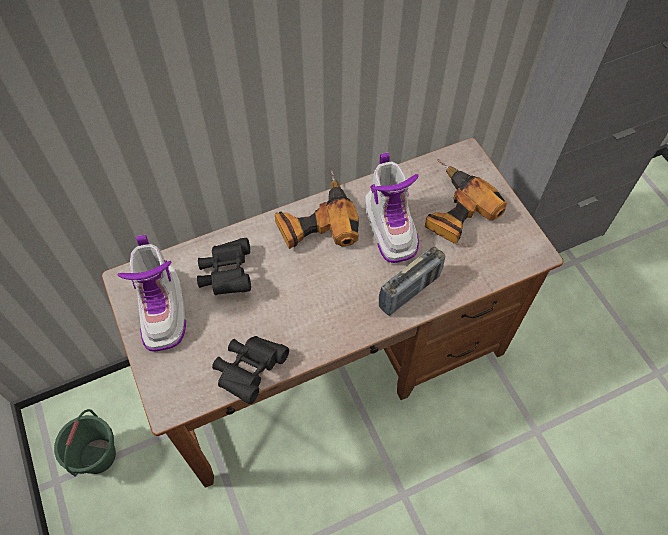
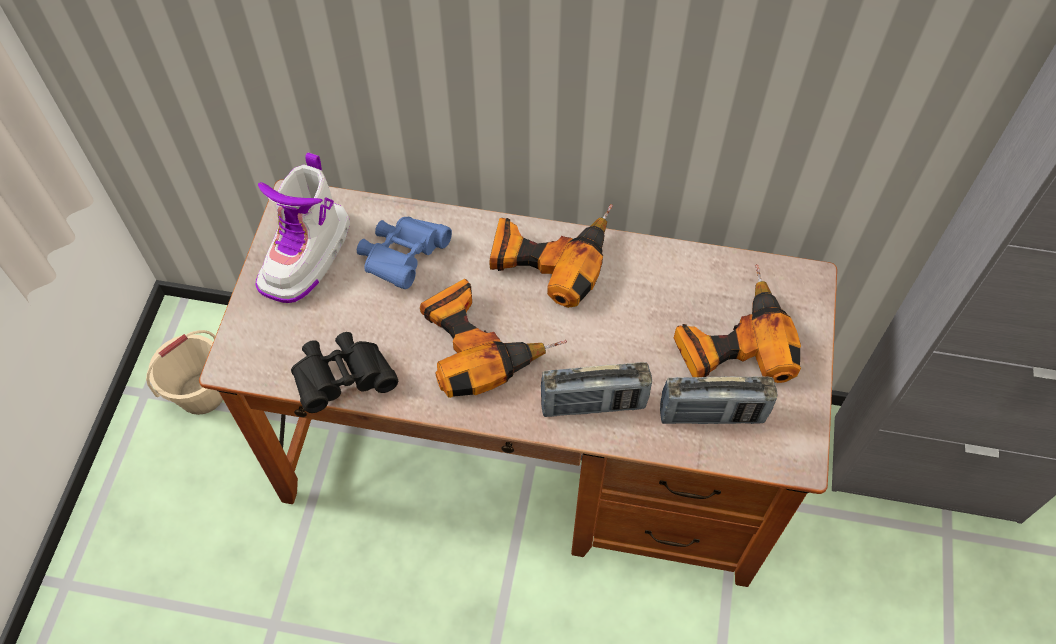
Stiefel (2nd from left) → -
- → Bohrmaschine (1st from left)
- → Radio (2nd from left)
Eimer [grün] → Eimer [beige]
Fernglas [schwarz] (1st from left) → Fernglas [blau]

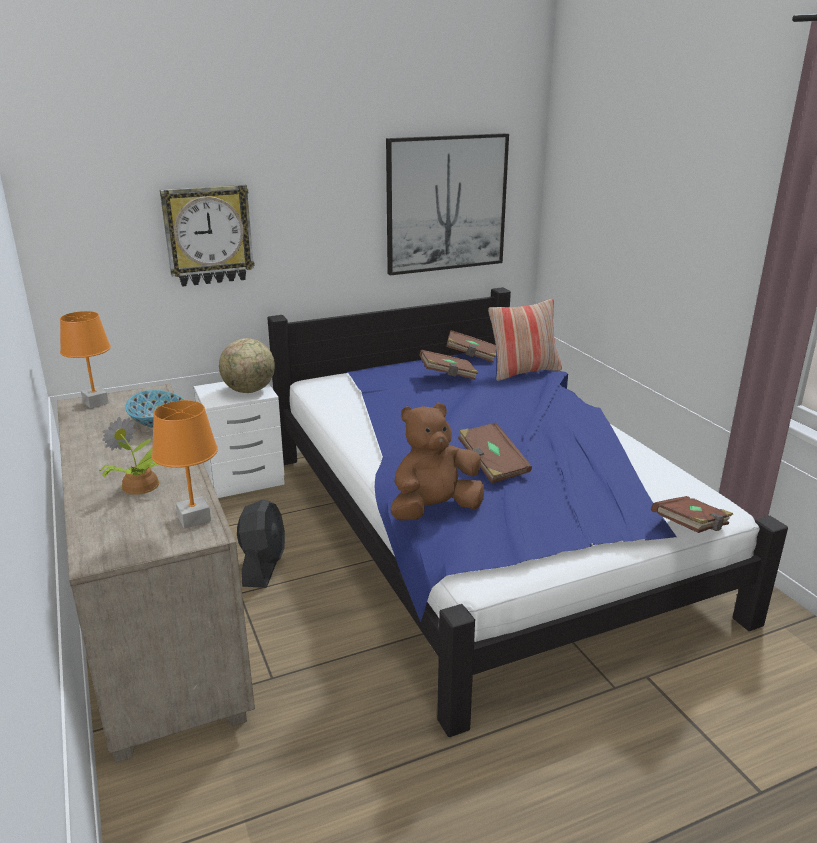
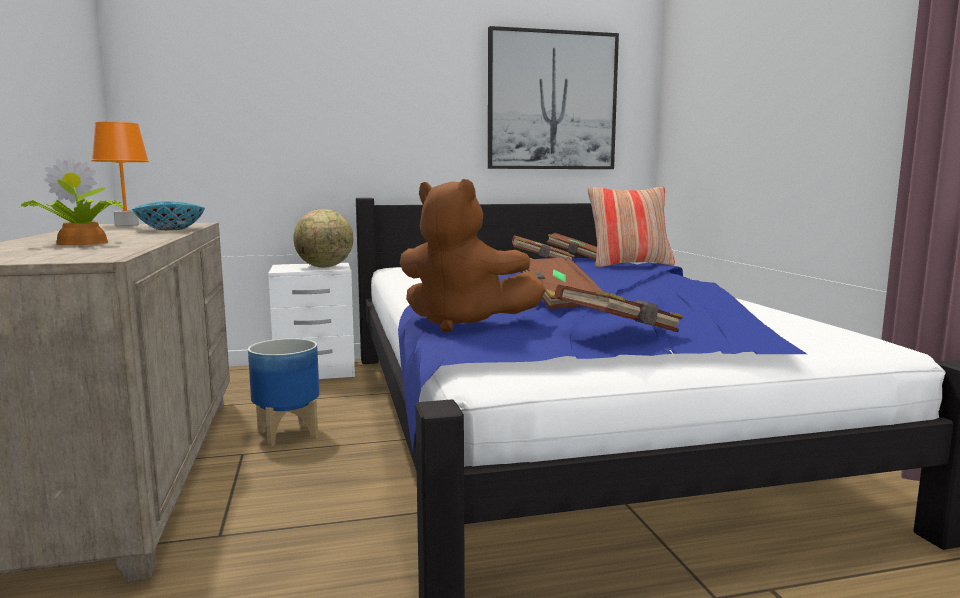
Tischlampe [orange] (2nd from left) → -
Wanduhr → -
Buch [braun] (4th from left), move
Ventilator [schwarz] → Pflanzkübel
Plüschtier [braun], 135 degrees counterclockwise

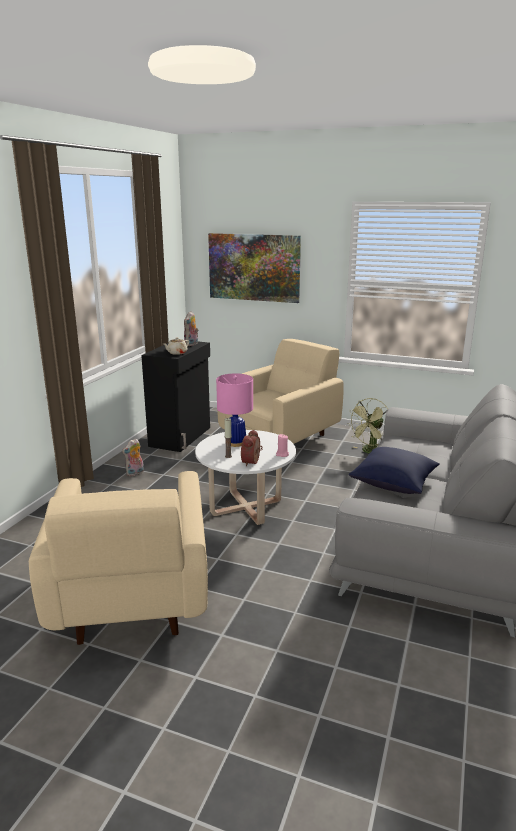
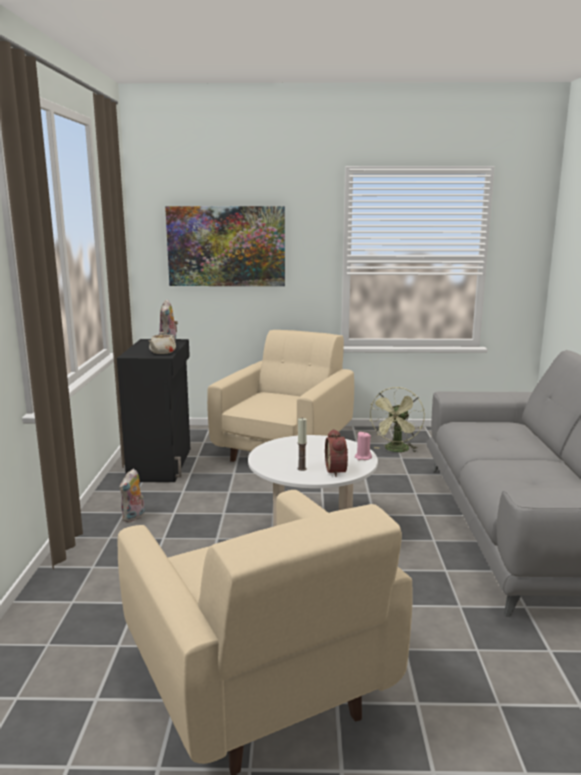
Tischlampe [rosa] → -
Kissen [blau] → -

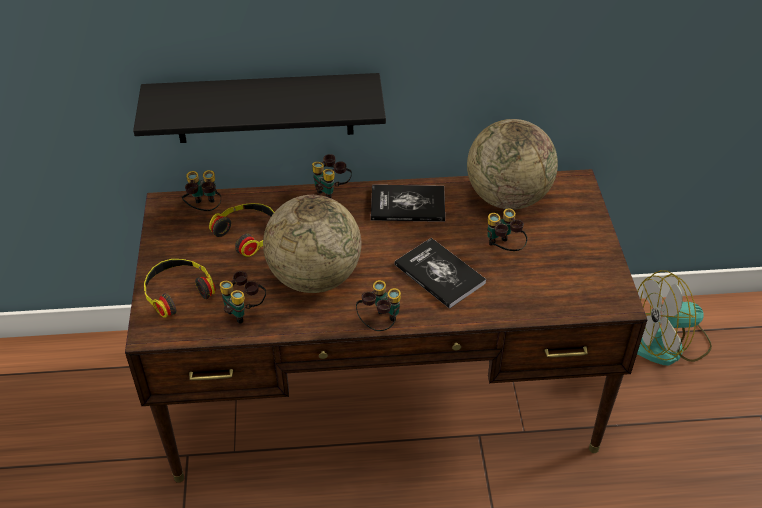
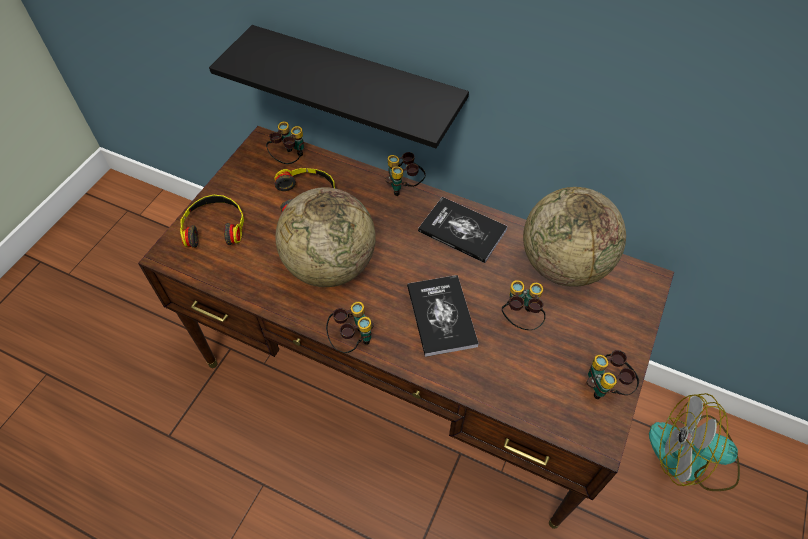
Fernglas (2nd from left in the first image) → Fernglas (5th from left), move

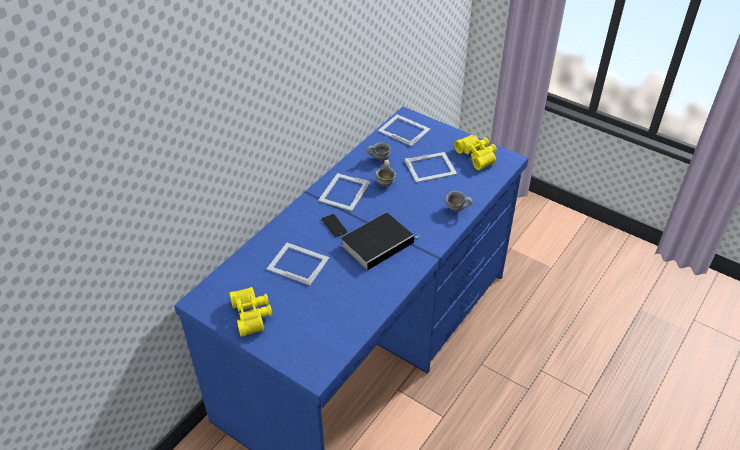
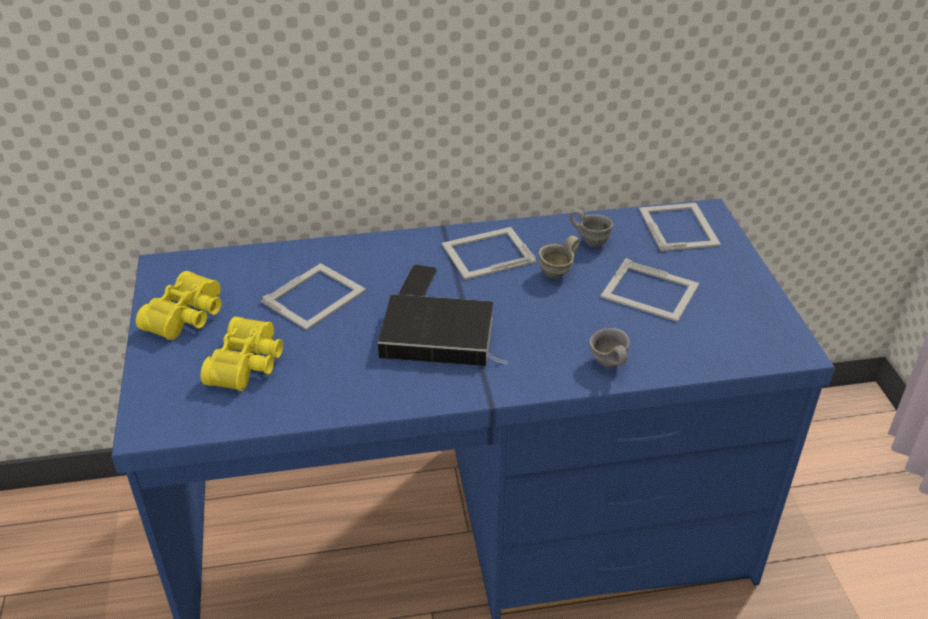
Fernglas [gelb] (2nd from left), move
Bilderrahmen (1st from left), 60 degrees clockwise

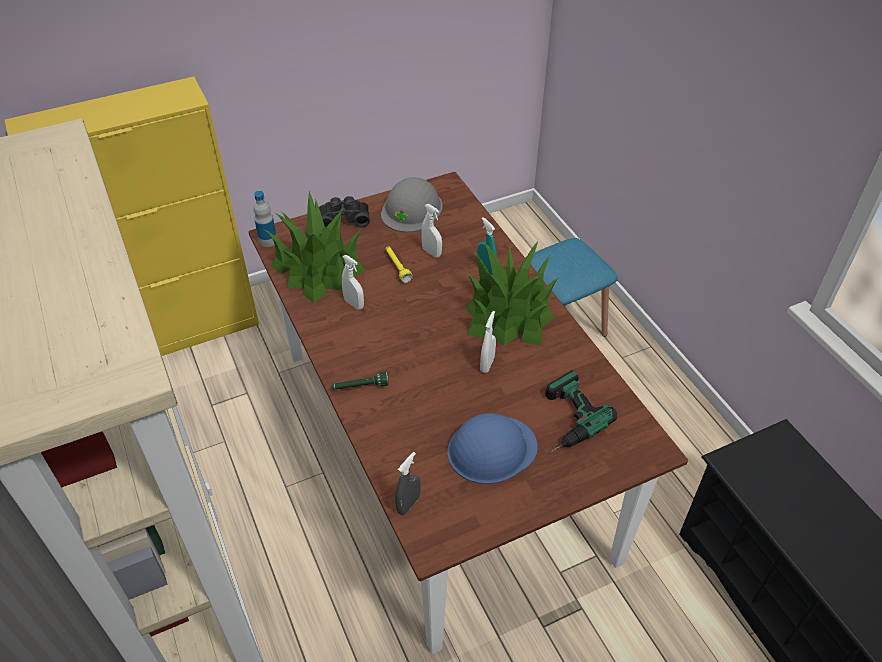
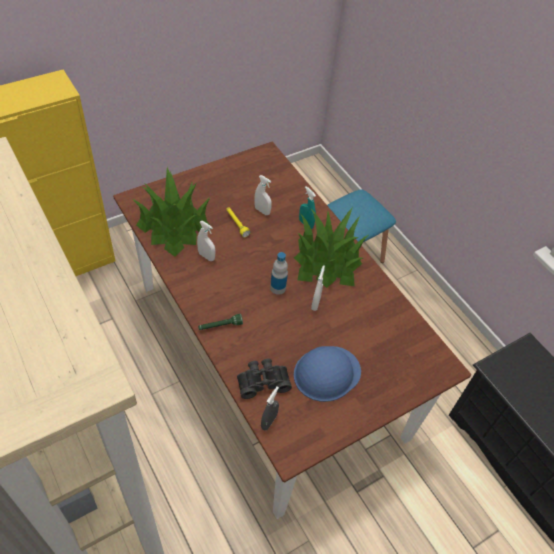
Schutzhelm [grau] → -
Bohrmaschine → -
Flasche, move
Fernglas [schwarz], move

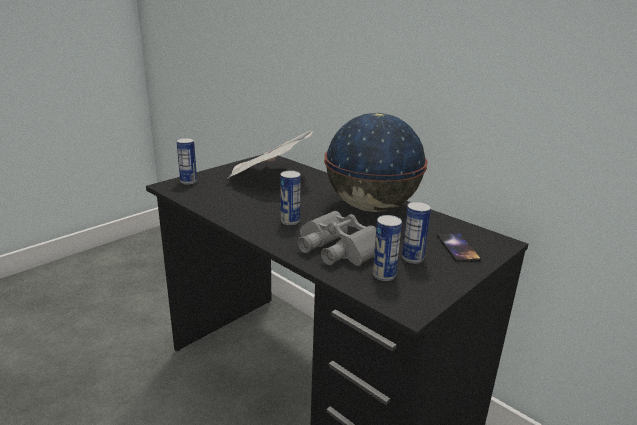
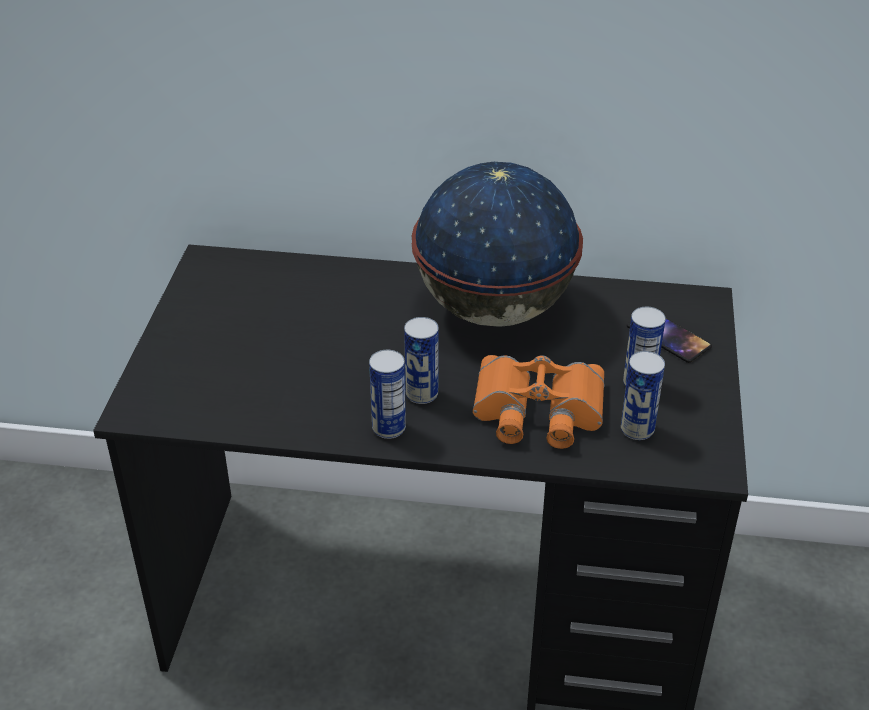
Zeitung → -
Dose (1st from left), move
Fernglas [grau] → Fernglas [orange]

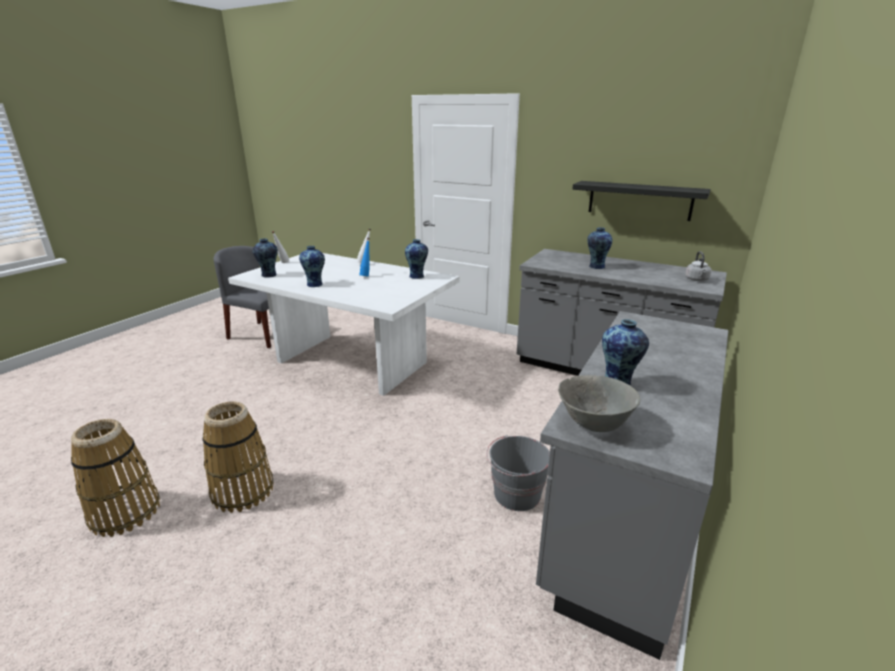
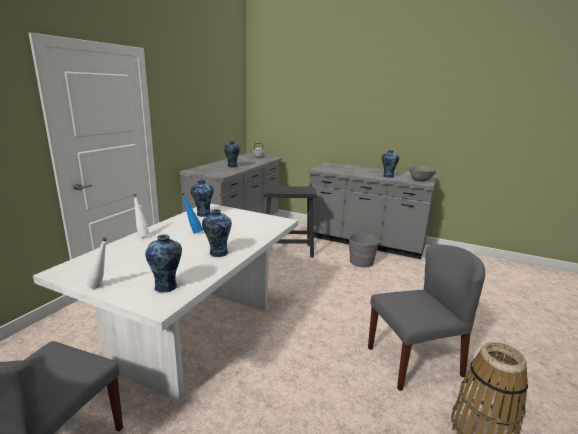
Wandregal [schwarz] → -
- → Hocker [schwarz]
Korb (2nd from left) → Stuhl [grau] (2nd from left)

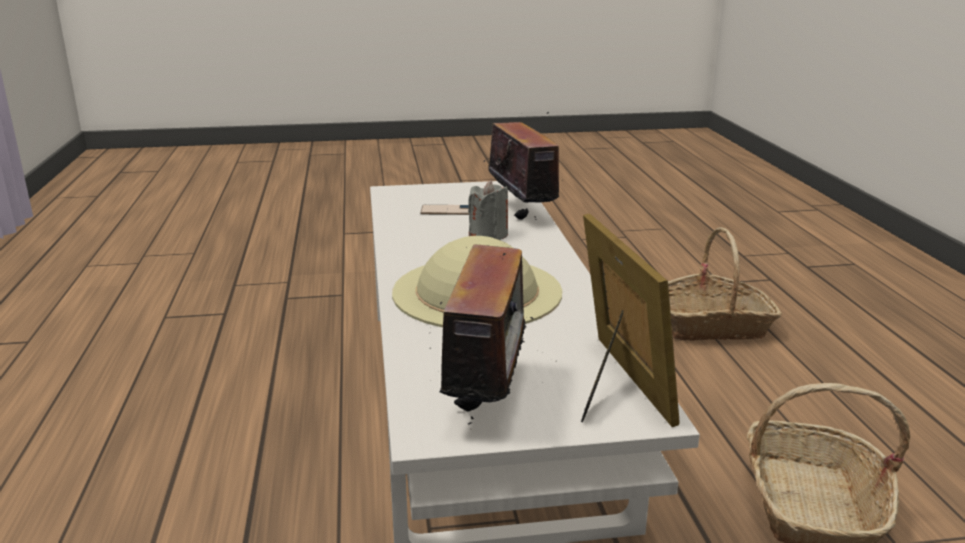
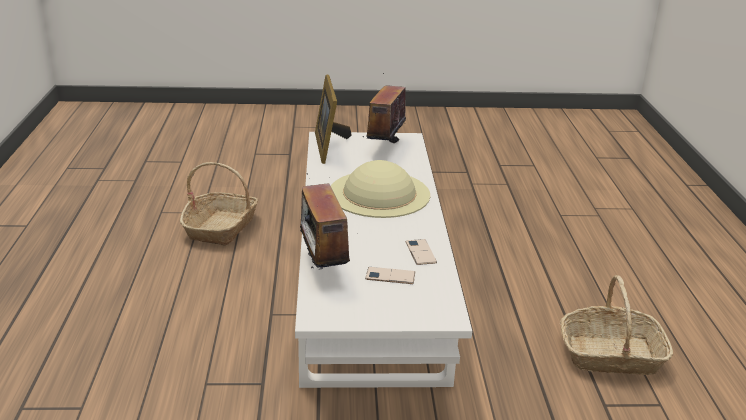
Kerze [grau] → -
- → Handy (2nd from left)
Korb (1st from left in the first image) → Korb (2nd from left), move

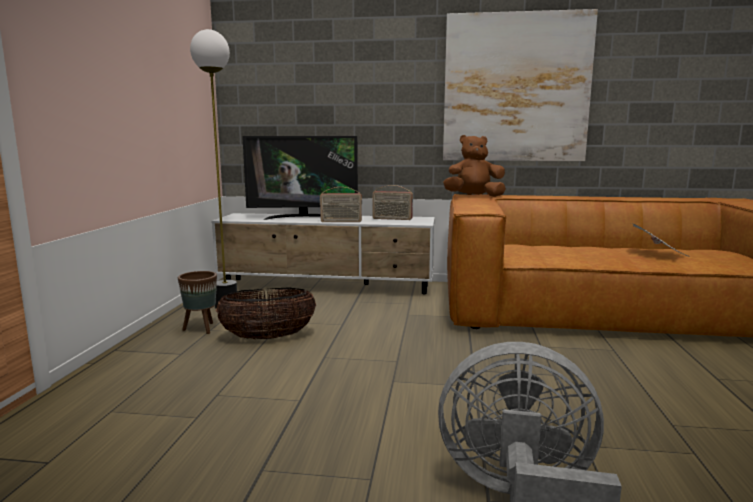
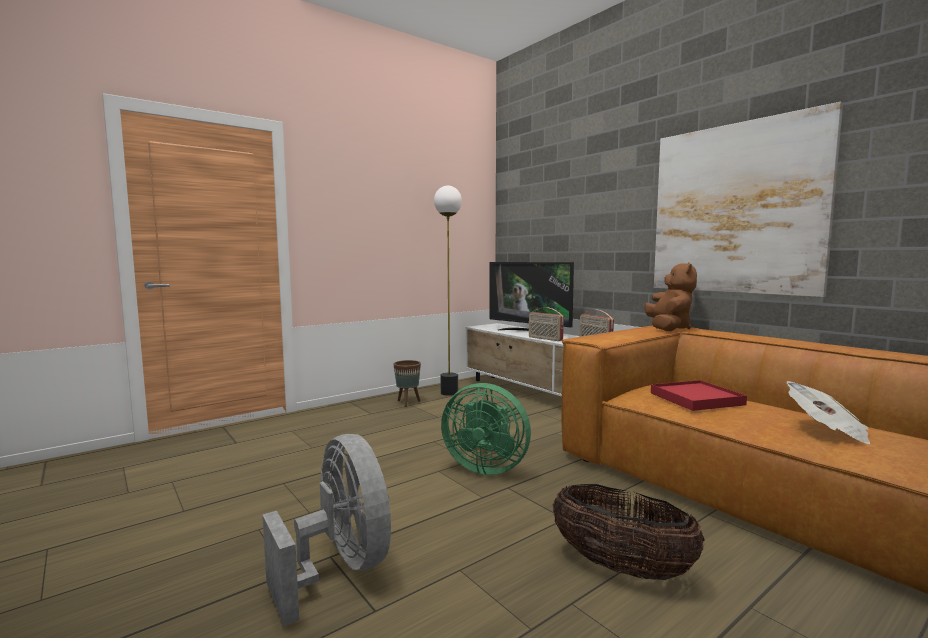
- → Ventilator [grün]
- → Tablett [rot]
Korb, move
Plüschtier [braun], 60 degrees clockwise

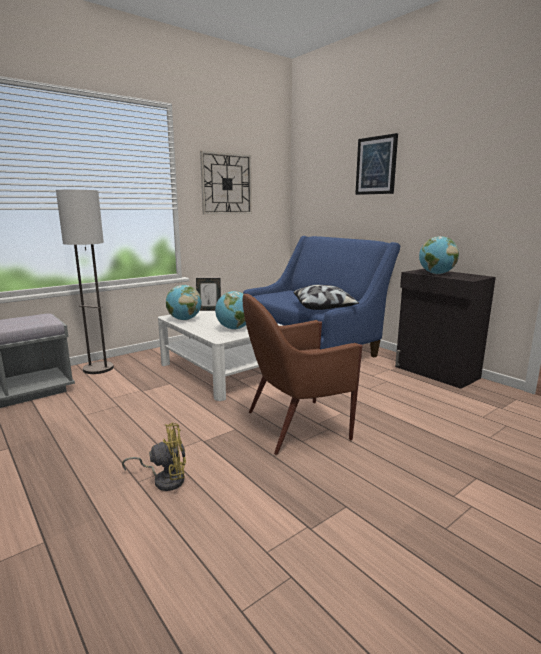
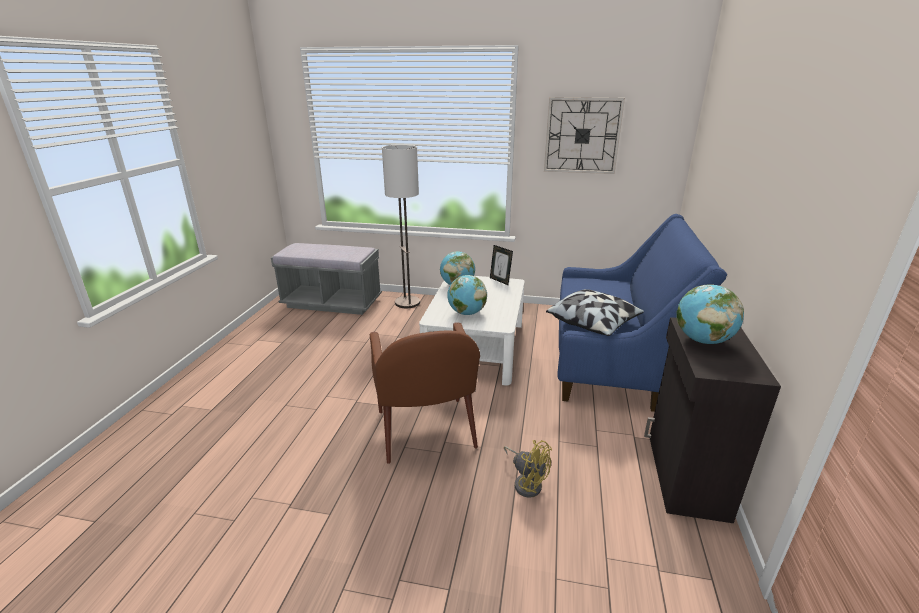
Bild → -
Ventilator [gelb], move
Sessel [braun], 135 degrees counterclockwise

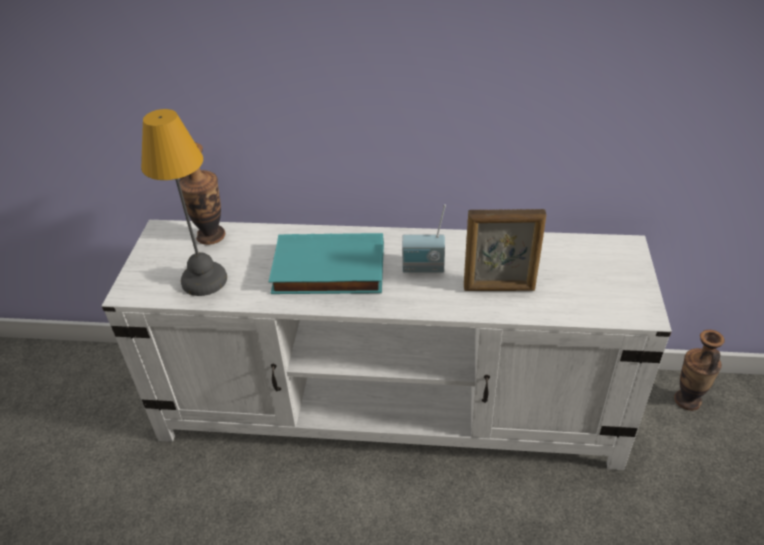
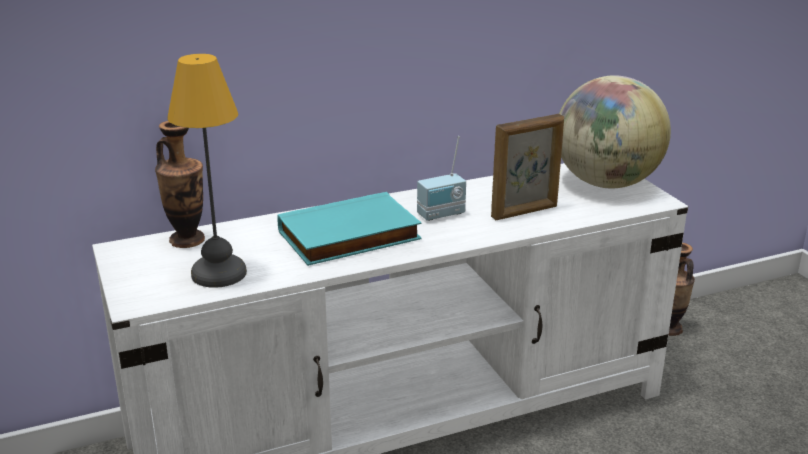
- → Globus

